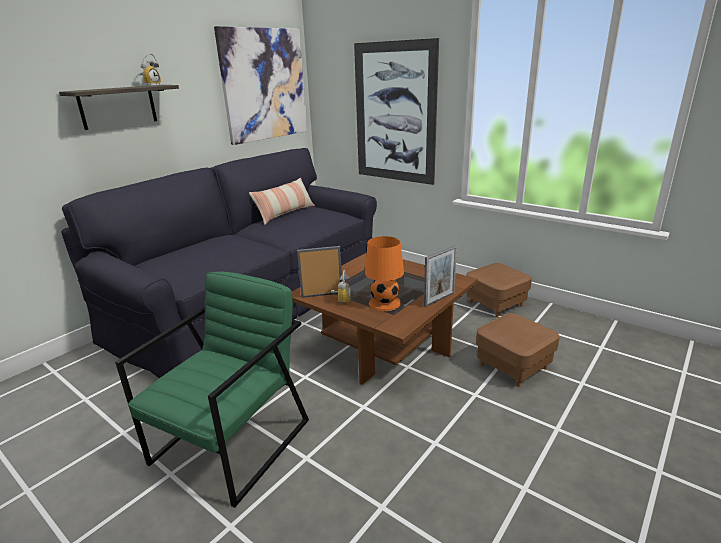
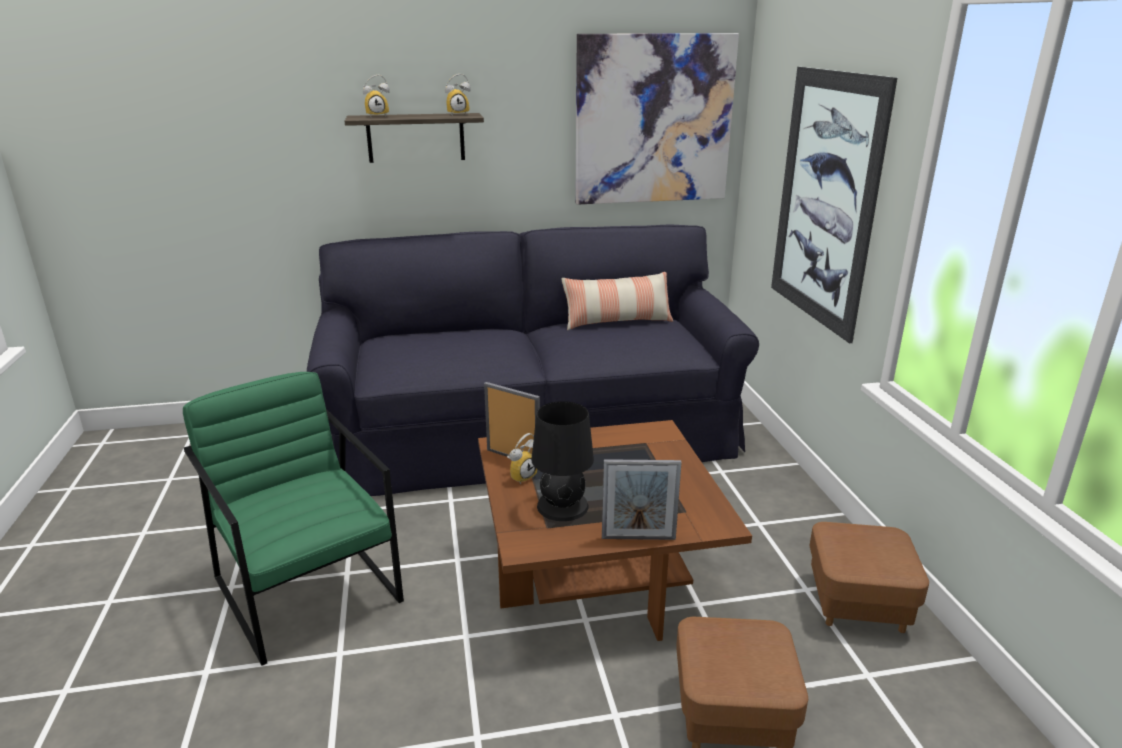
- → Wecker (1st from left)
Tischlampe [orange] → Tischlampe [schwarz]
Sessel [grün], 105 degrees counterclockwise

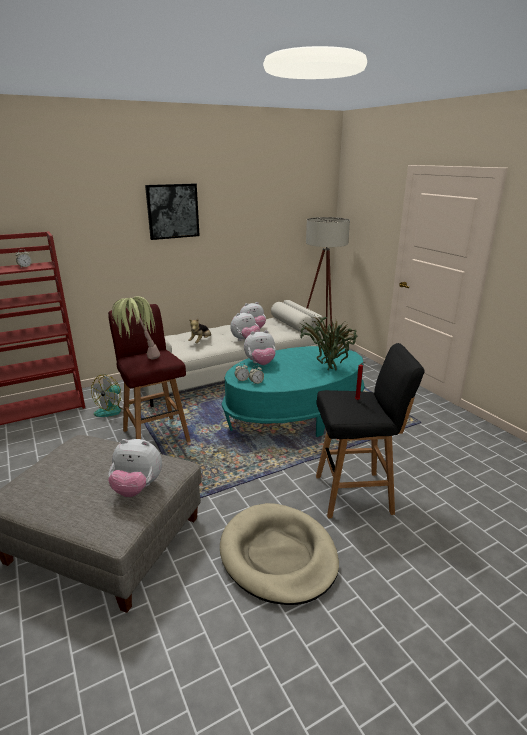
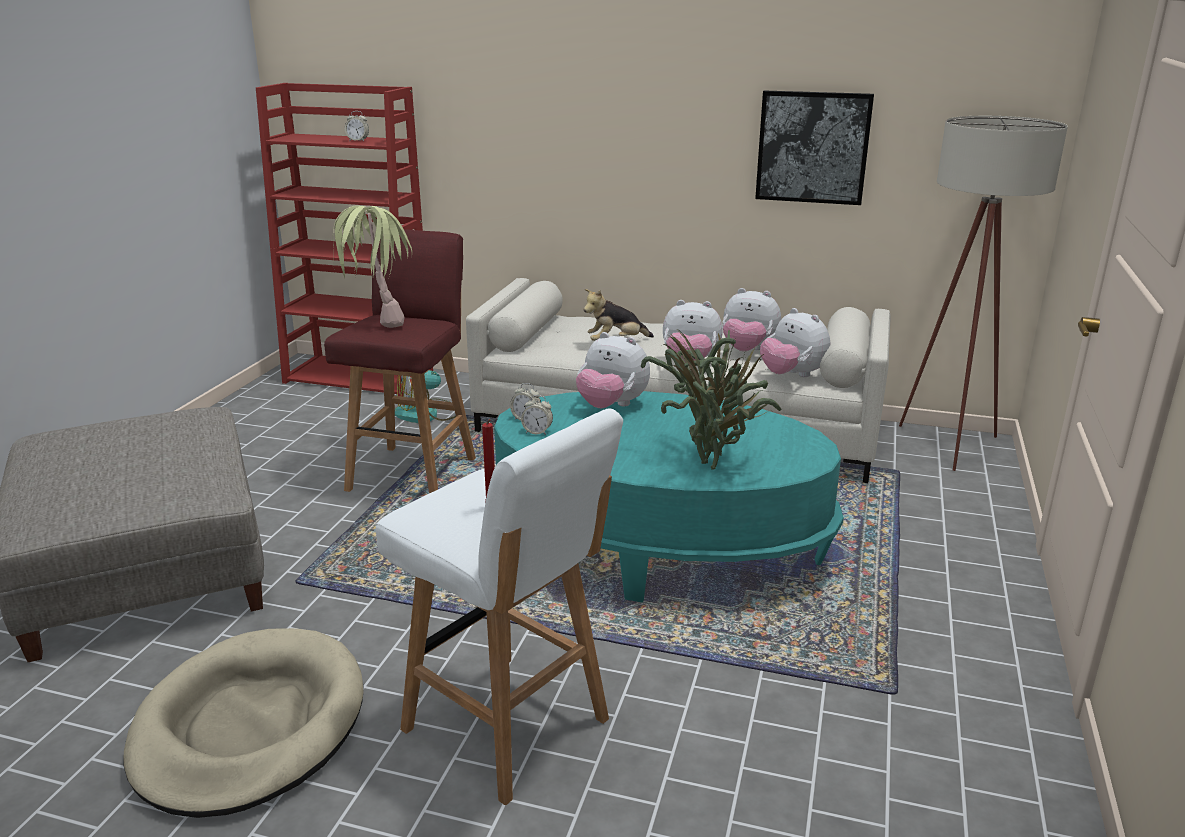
Plüschtier (1st from left in the first image) → Plüschtier (5th from left), move
Bild, move
Hocker [schwarz] → Hocker [weiß]

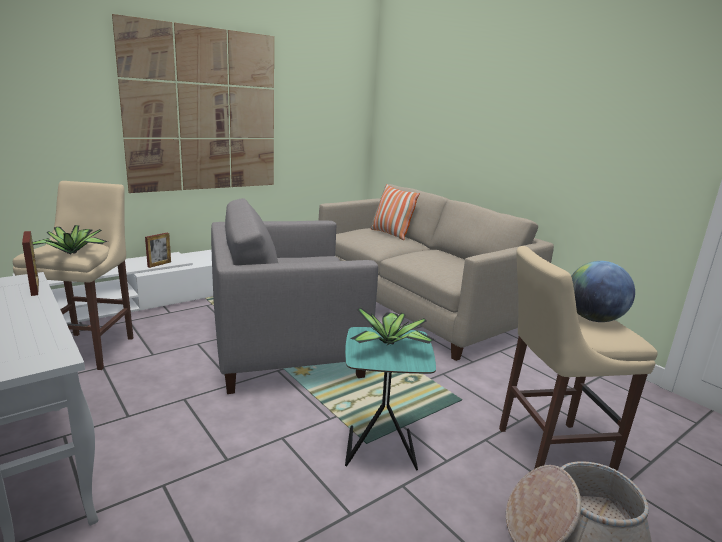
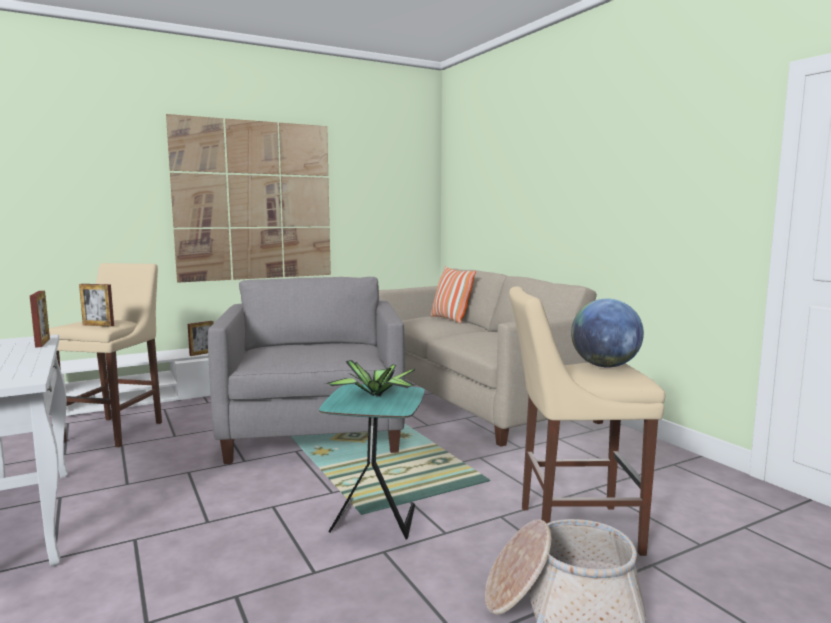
Topfpflanze (1st from left) → Bilderrahmen (2nd from left)
Sessel [grau], 90 degrees clockwise

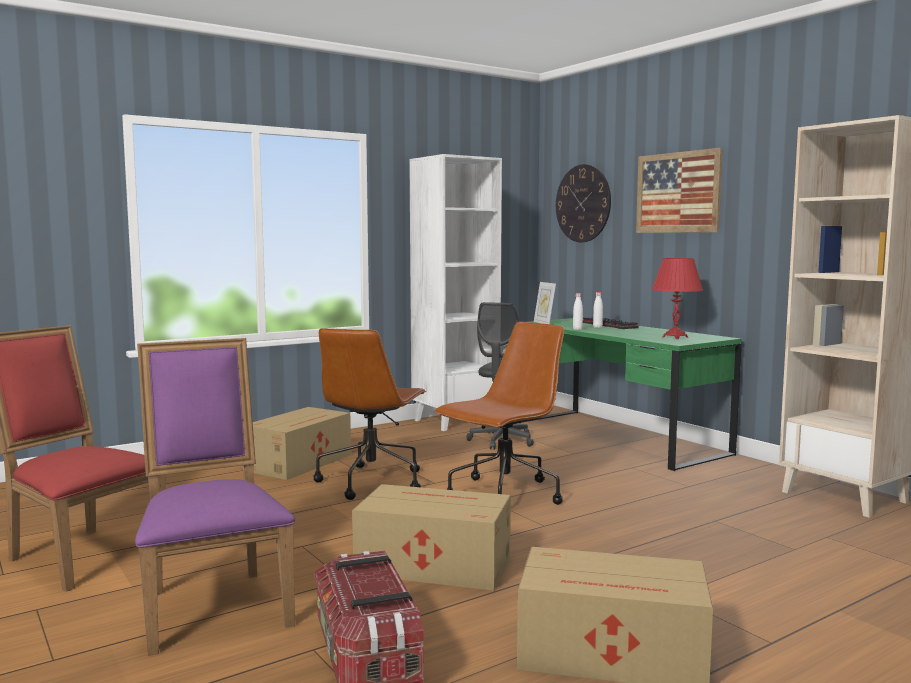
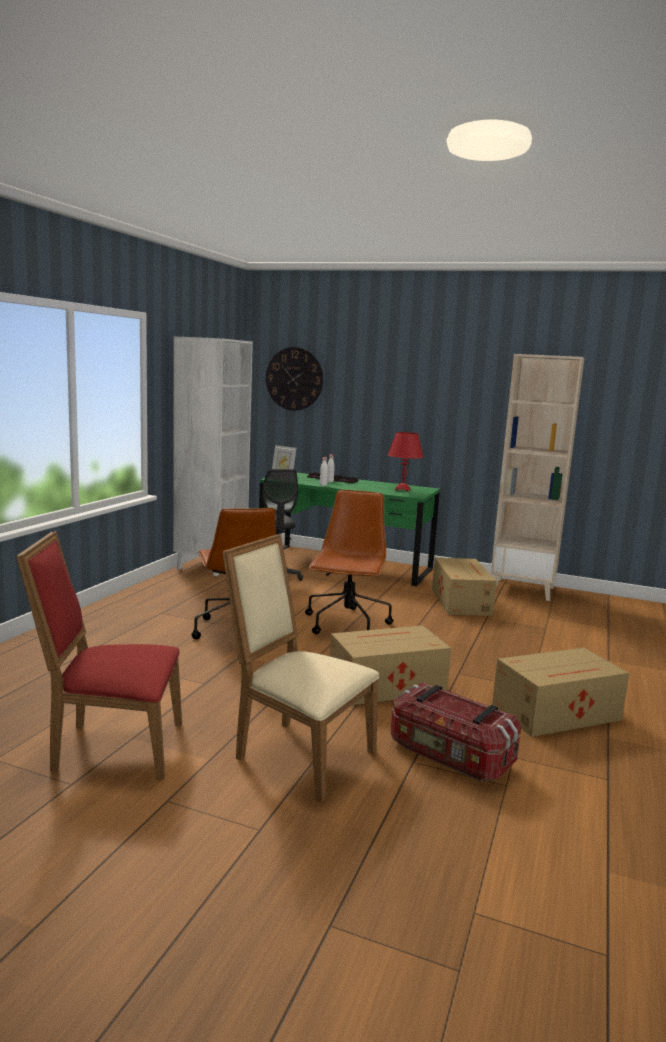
Bild → -
Karton (1st from left in the first image) → Karton (2nd from left), move
Stuhl [lila] → Stuhl [beige]

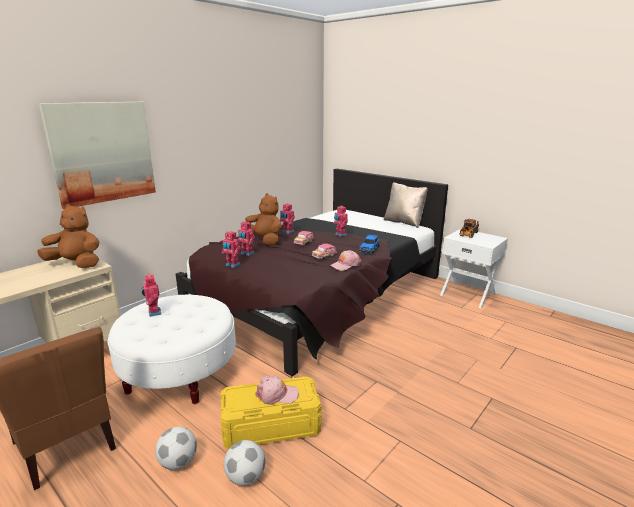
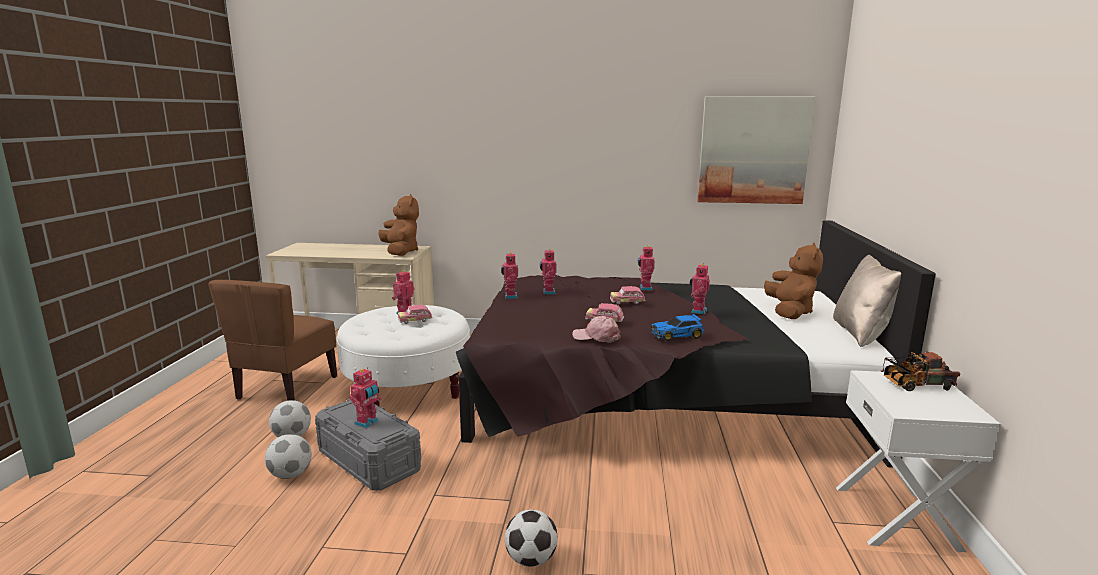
- → Spielzeugauto (1st from left)
- → Fußball (3rd from left)
Bild, move
Plüschtier [braun] (2nd from left), move
Kappe [rosa] (1st from left) → Spielzeugroboter (1st from left)
Aufbewahrungsbox [gelb] → Aufbewahrungsbox [grau]

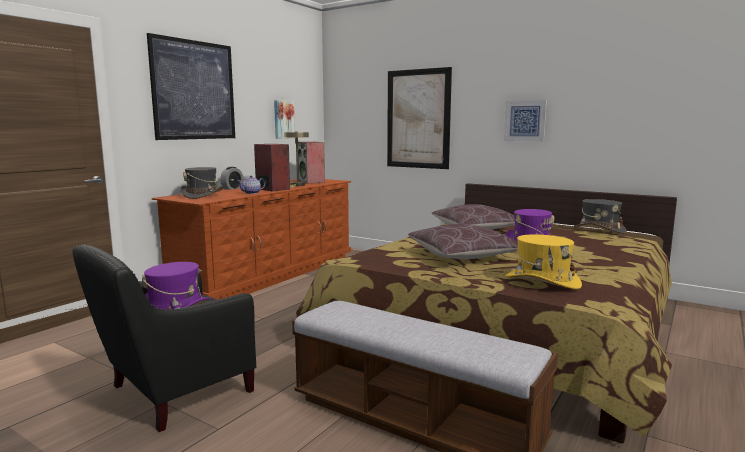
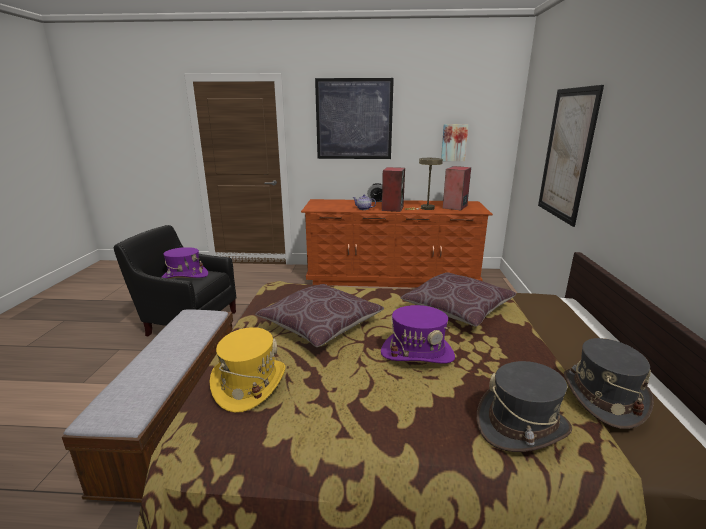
Bild (4th from left) → -
Hut [grau] (1st from left), move

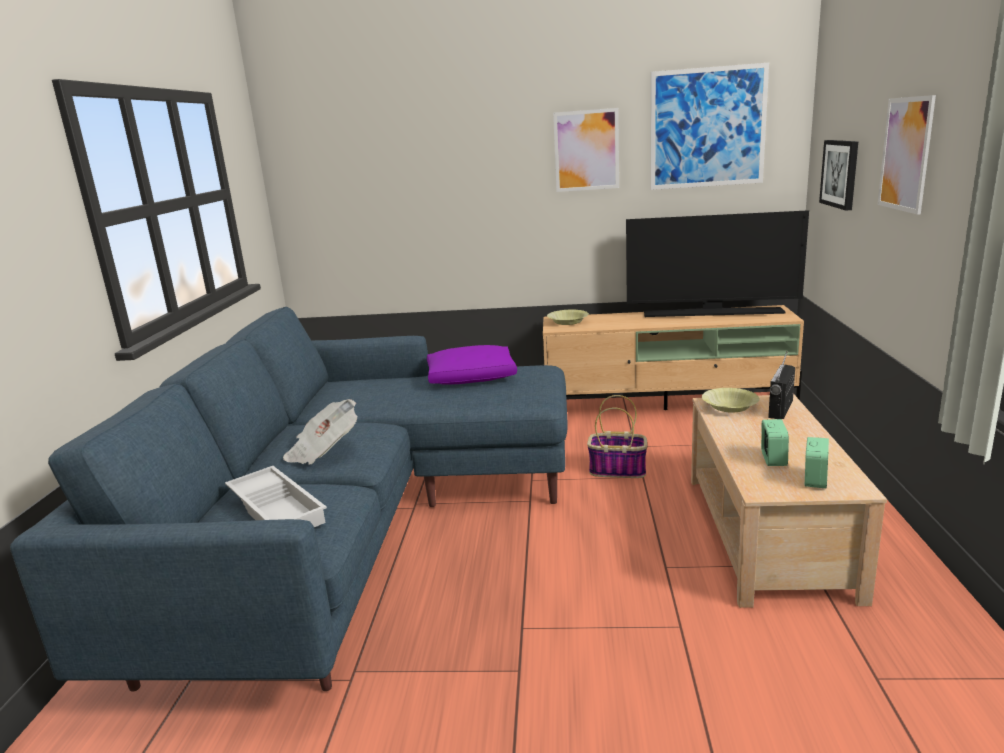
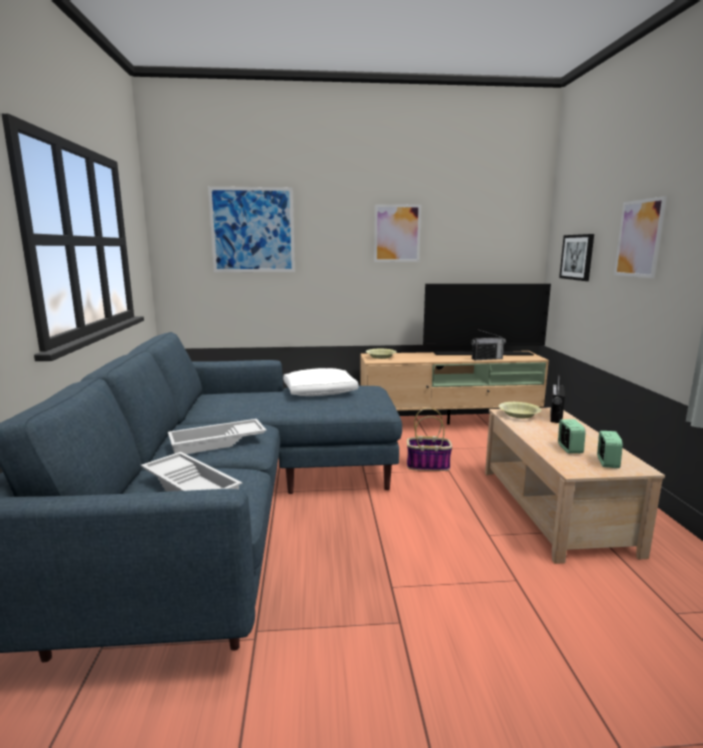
- → Radio (1st from left)
Bild (2nd from left in the first image) → Bild (1st from left), move
Zeitung → Tablett [weiß] (2nd from left)
Kissen [lila] → Kissen [weiß]

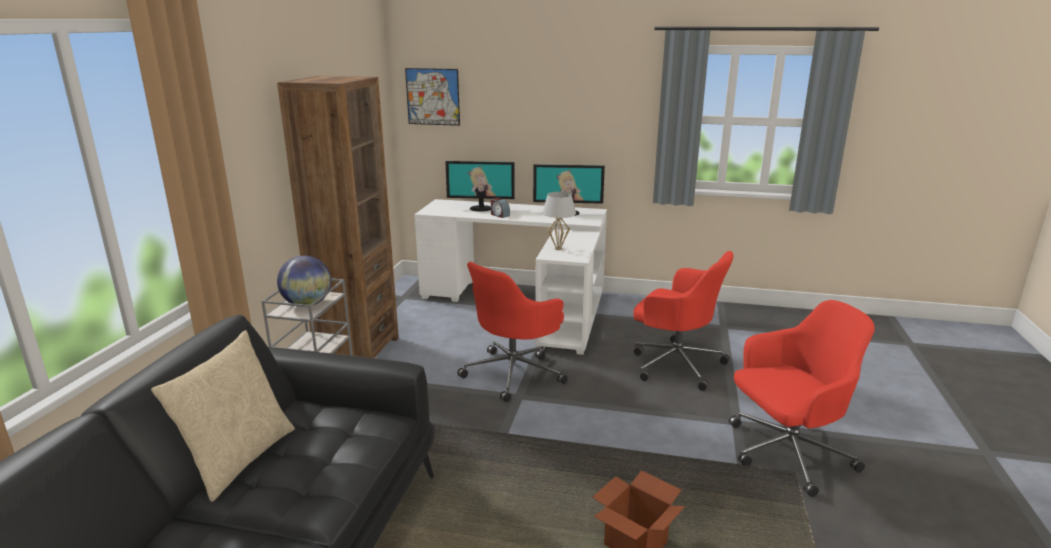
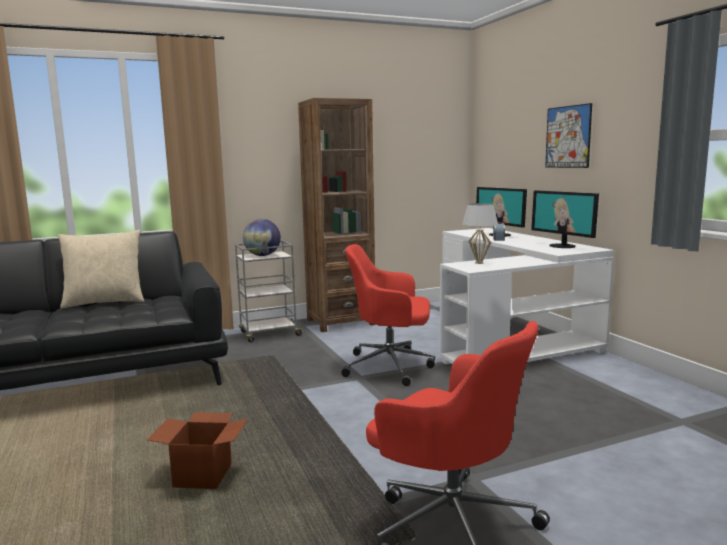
Bürostuhl [rot] (2nd from left) → -
Bild, move

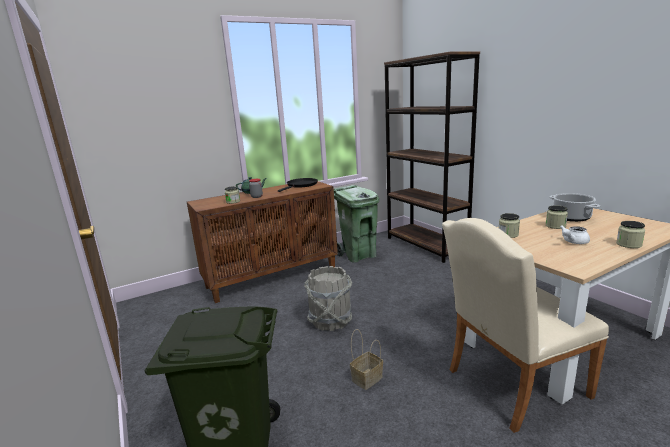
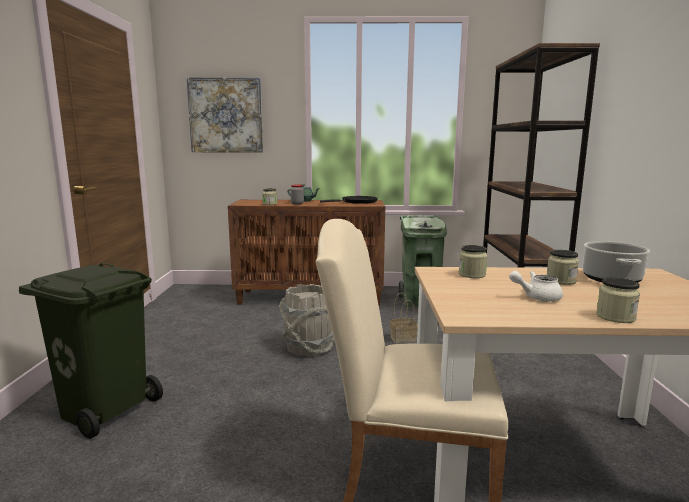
- → Bild
Korb, move

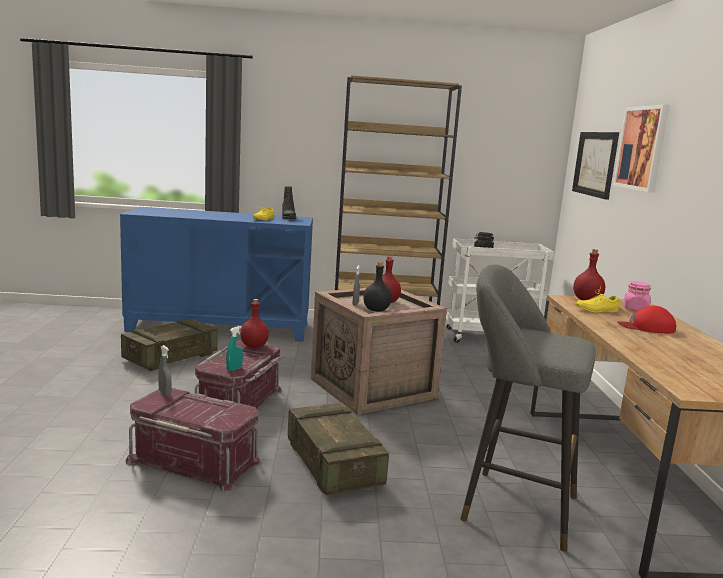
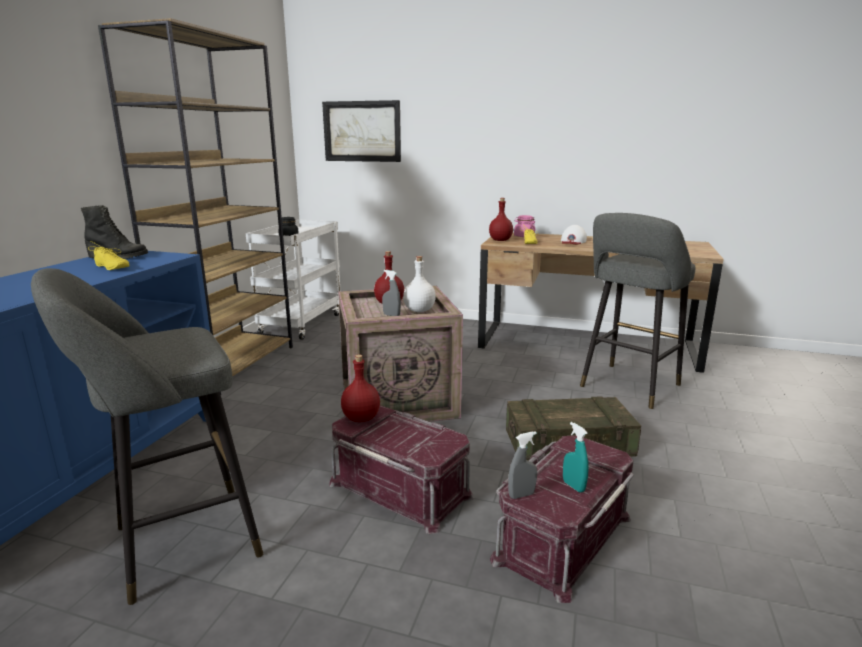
Bild (2nd from left) → -
Sprühflasche [türkis], move
Kiste (1st from left) → Hocker [grau] (1st from left)
Flasche [schwarz] → Flasche [weiß]
Kappe [rot] → Kappe [weiß]

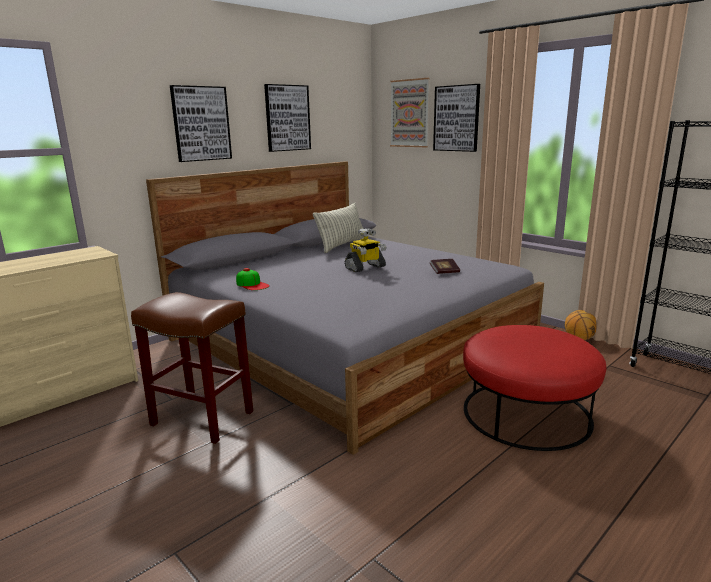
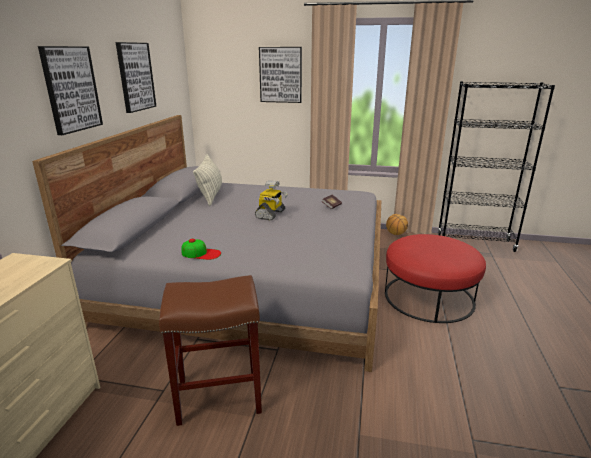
Bild (3rd from left) → -

